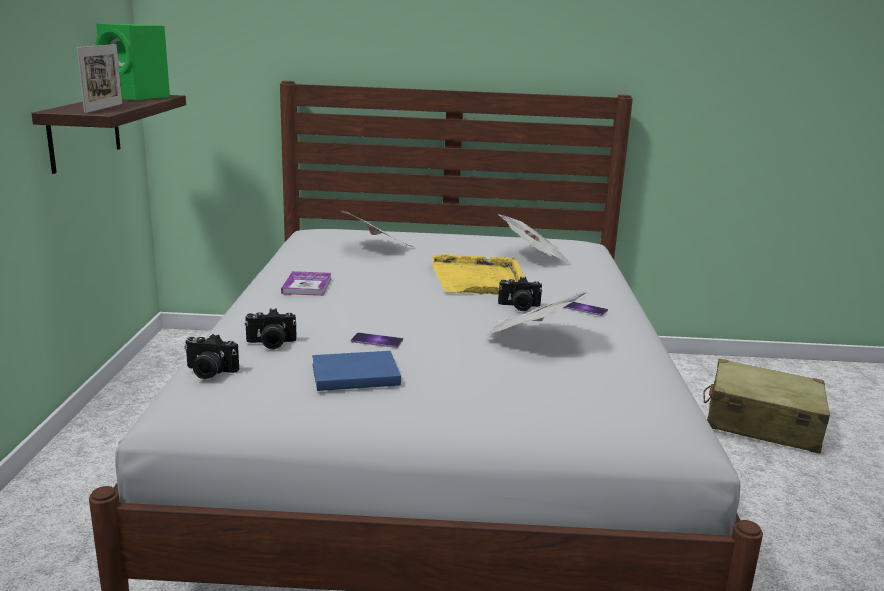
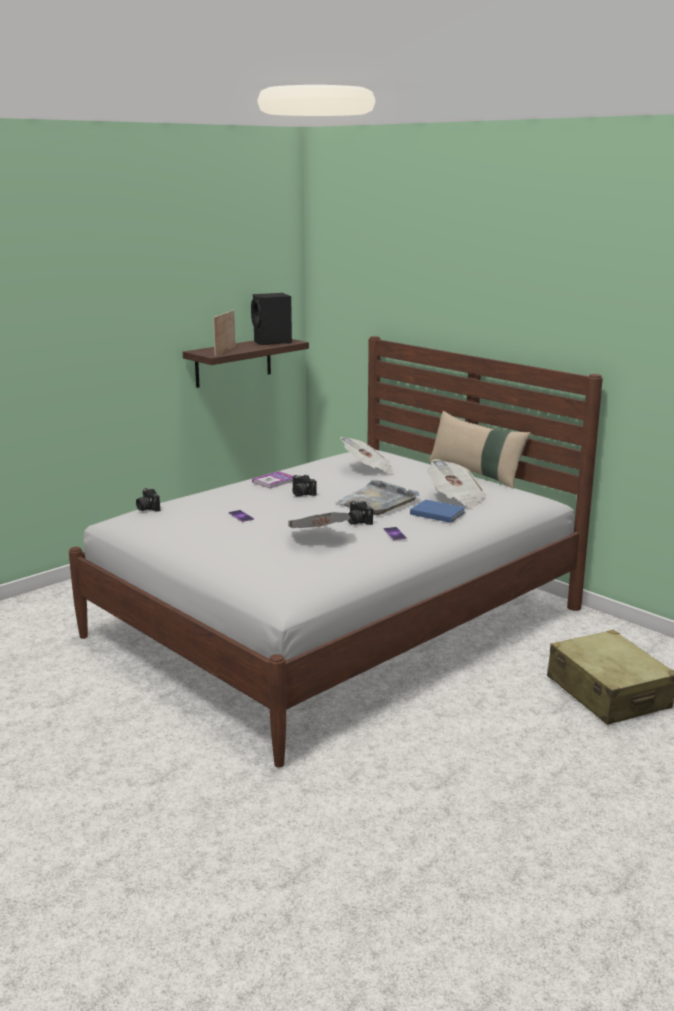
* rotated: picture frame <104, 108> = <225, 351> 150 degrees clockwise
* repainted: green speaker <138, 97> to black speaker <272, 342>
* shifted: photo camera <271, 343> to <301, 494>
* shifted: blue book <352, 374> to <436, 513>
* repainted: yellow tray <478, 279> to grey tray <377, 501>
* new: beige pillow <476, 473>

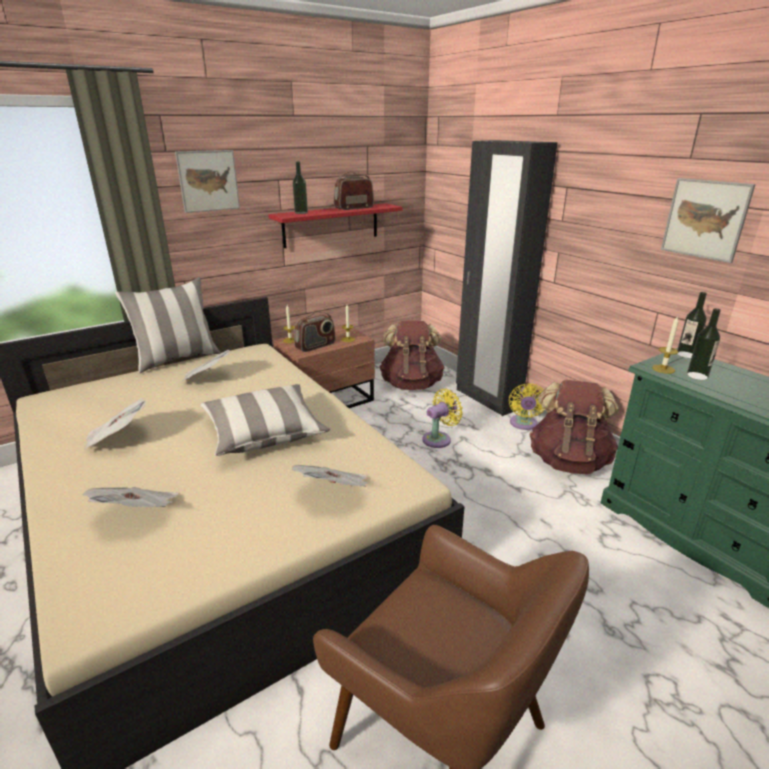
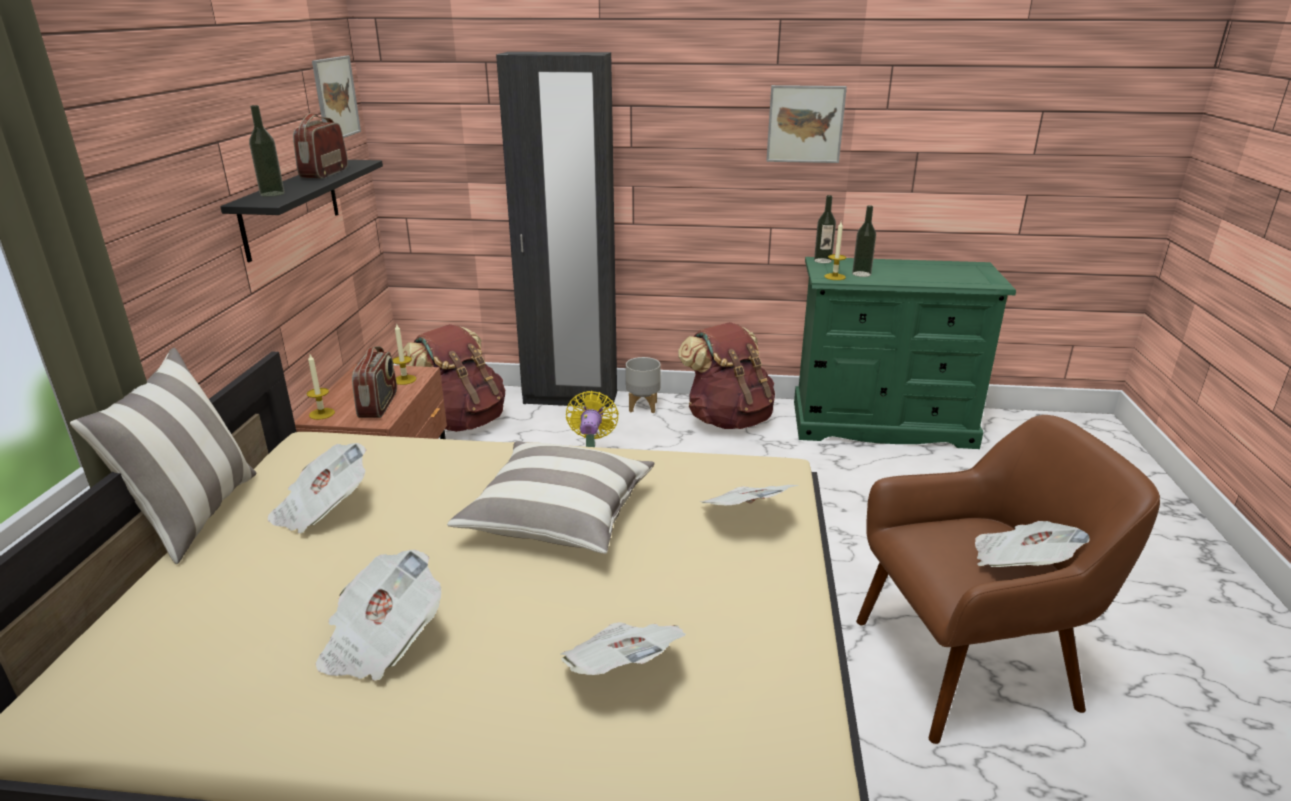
* shifted: picture <208, 181> to <336, 98>
* repainted: red shelf <331, 225> to black shelf <291, 208>
* swapped: yellow fan <523, 424> to grey planter <643, 406>
* new: newspaper <1023, 564>

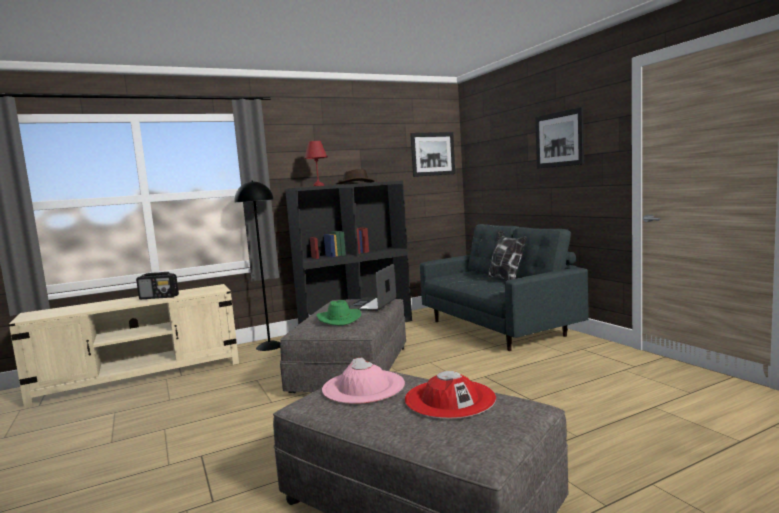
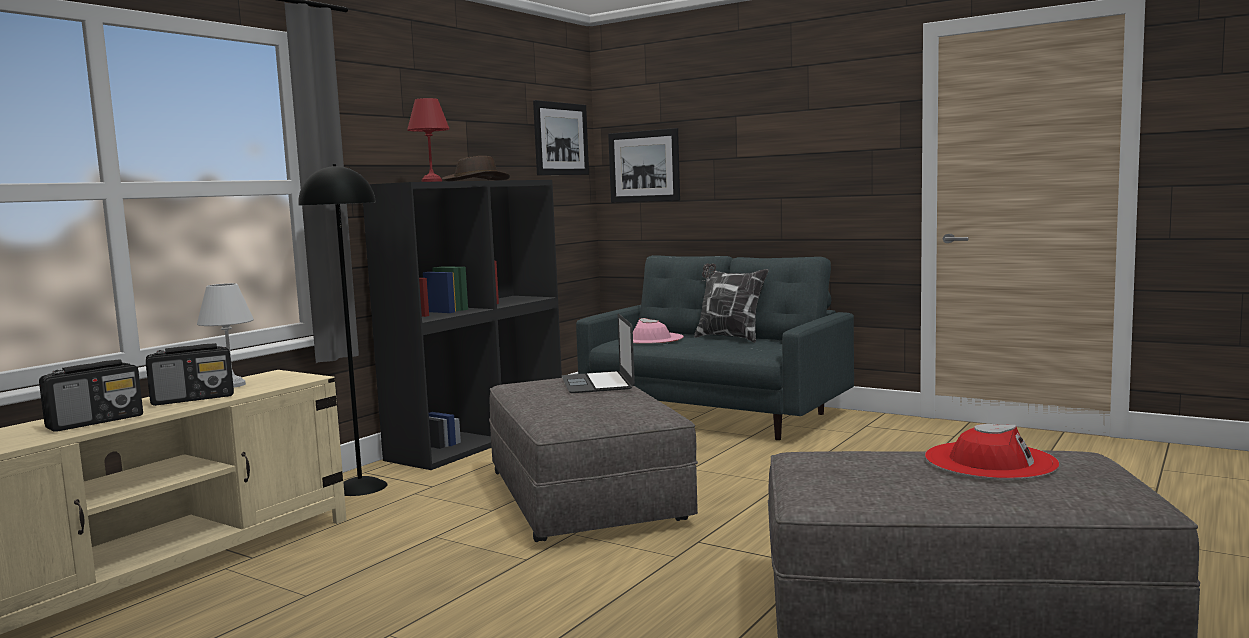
* gone: green hat <338, 319>
* shifted: pink hat <363, 387> to <651, 338>
* shifted: picture <559, 139> to <644, 166>
* new: radio <96, 422>
* new: white table lamp <233, 385>

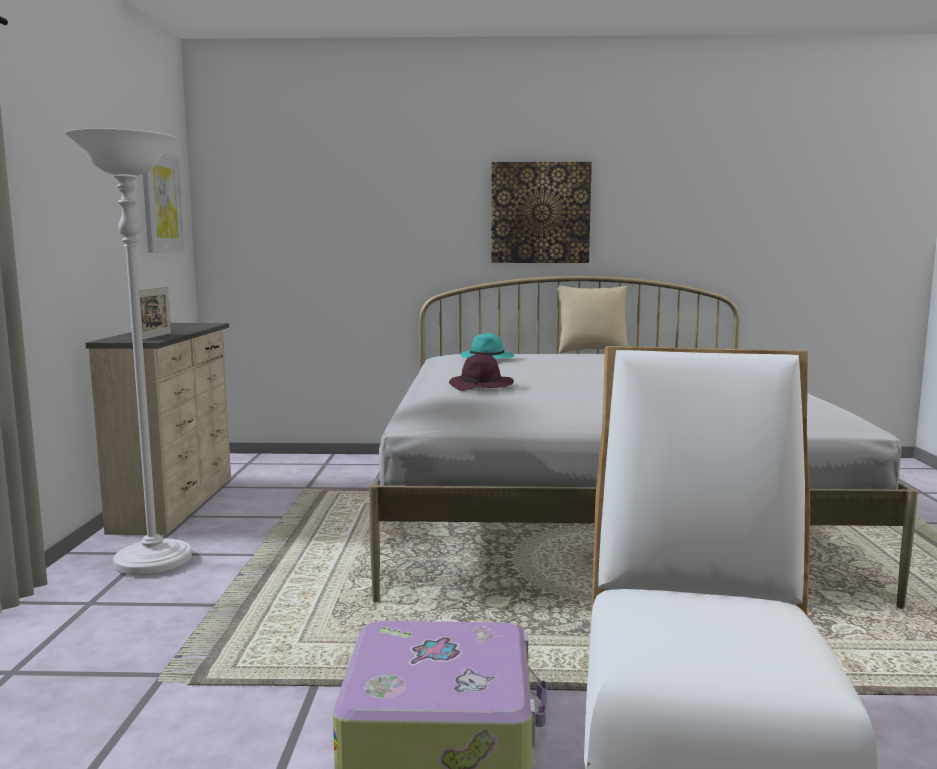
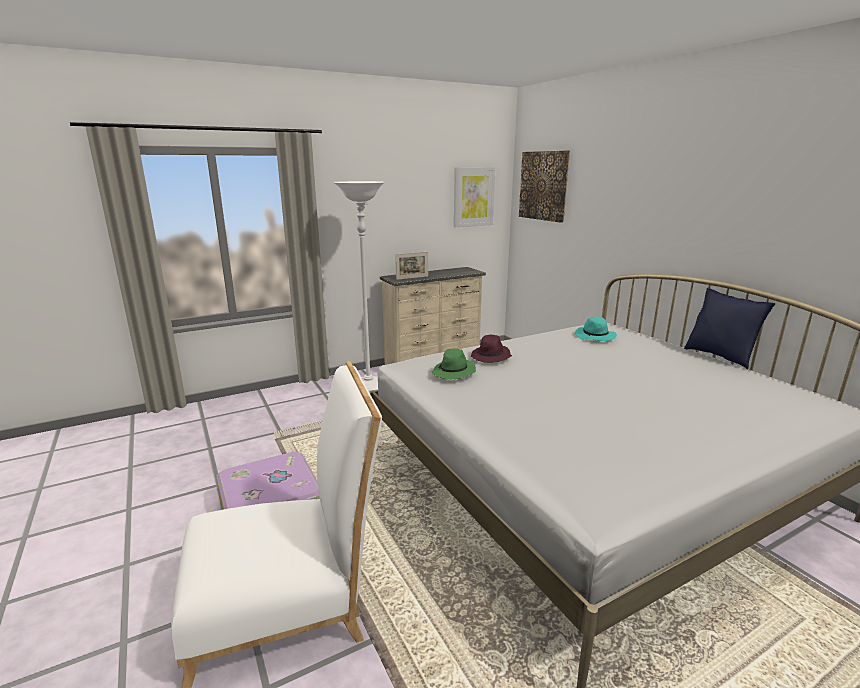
* shifted: picture <540, 213> to <543, 186>
* repainted: beige pillow <592, 352> to blue pillow <719, 356>
* new: green hat <454, 373>

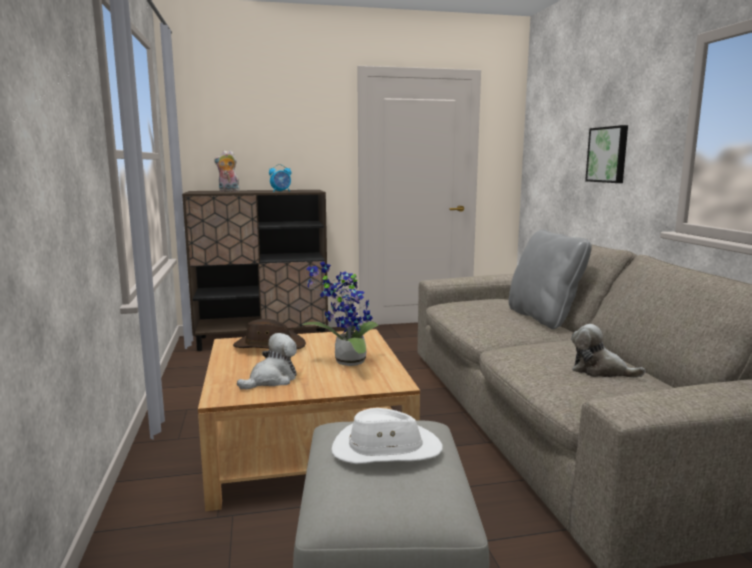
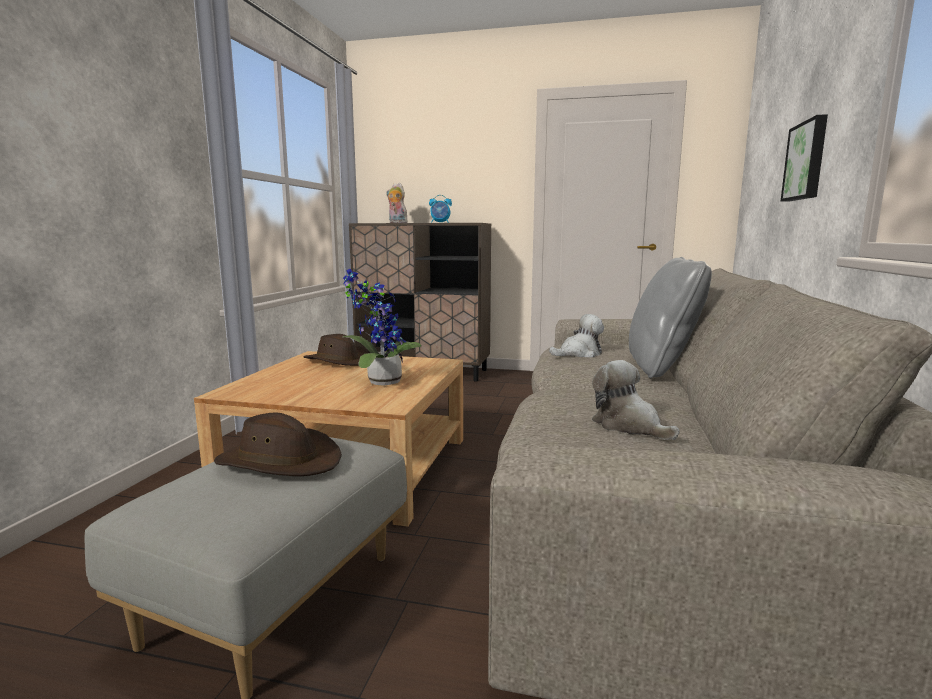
* shifted: plush toy <272, 380> to <579, 354>
* repainted: white hat <385, 449> to brown hat <280, 461>

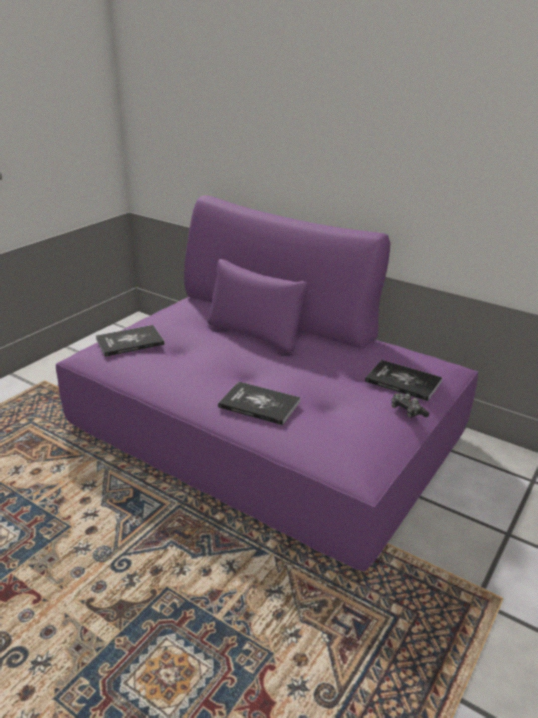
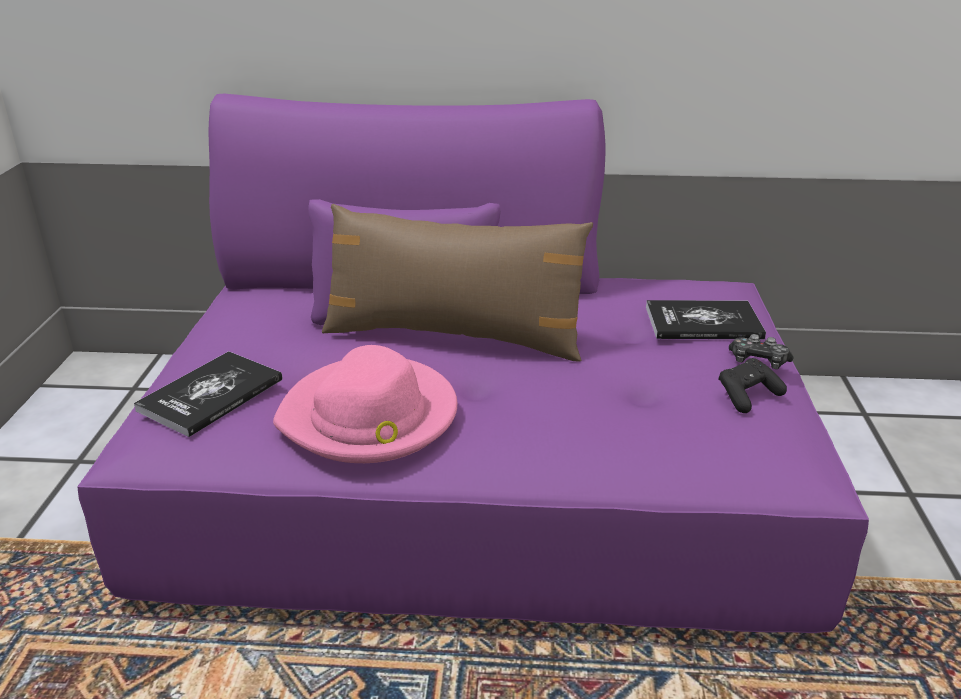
* gone: book <259, 404>
* new: pink hat <370, 417>
* new: brown pillow <453, 336>
* new: black game controller <747, 396>

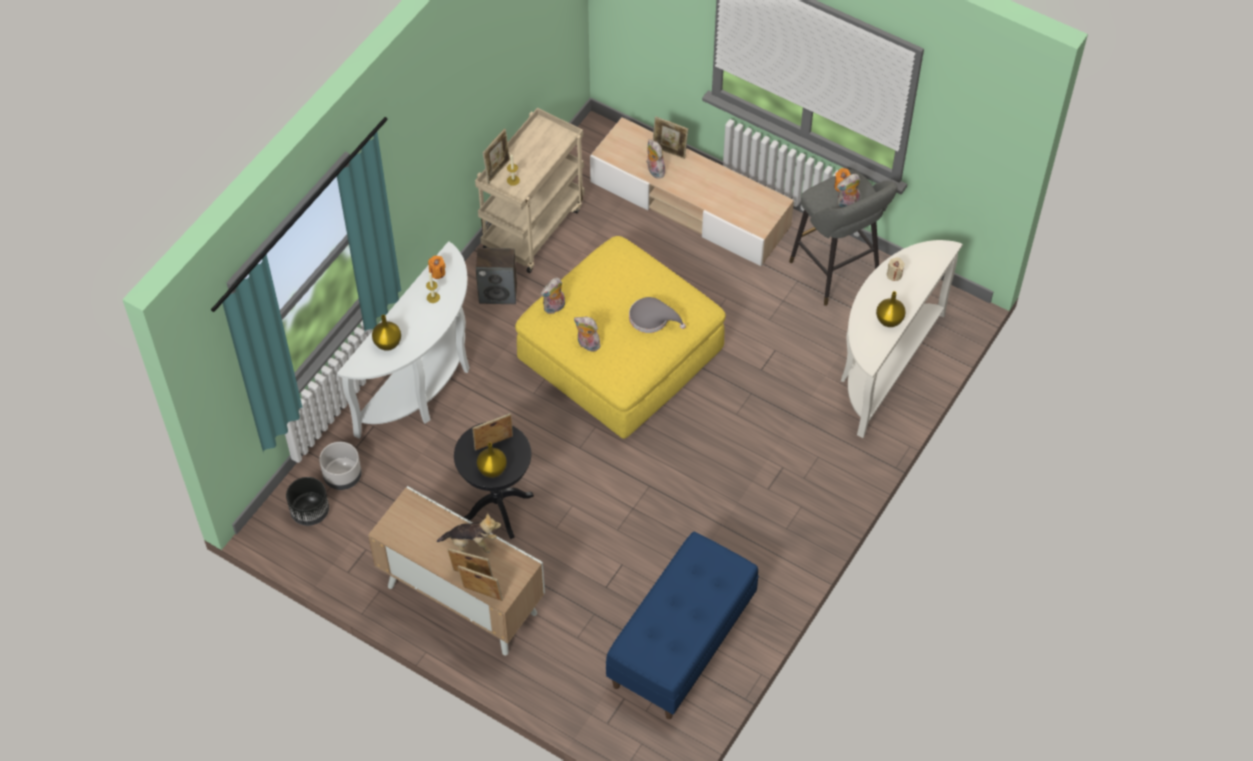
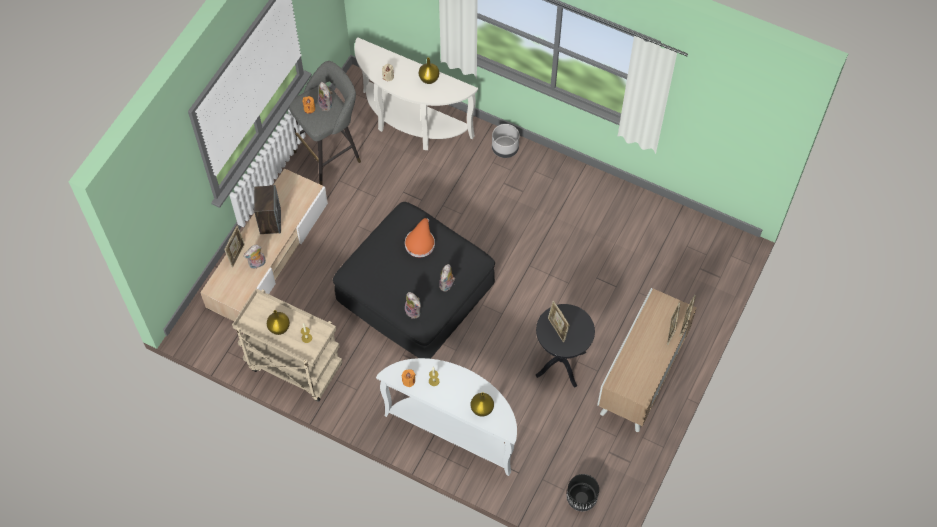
* shifted: grey planter <342, 476> to <505, 149>
* gone: plush toy <471, 543>
* shifted: speaker <498, 293> to <270, 221>
* shifted: yellow vase <492, 469> to <278, 328>
* gone: picture frame <497, 170>
* repainted: yellow ottoman <620, 355> to black ottoman <415, 293>
* gone: blue bench <682, 644>
* repainted: grey hat <652, 318> to orange hat <420, 242>

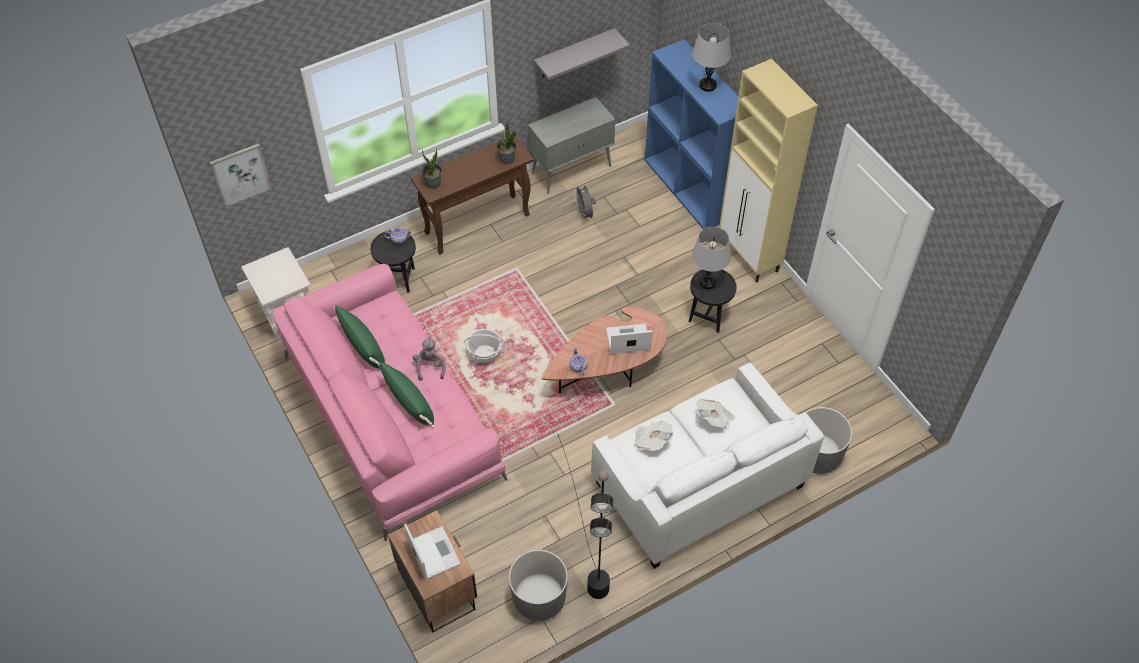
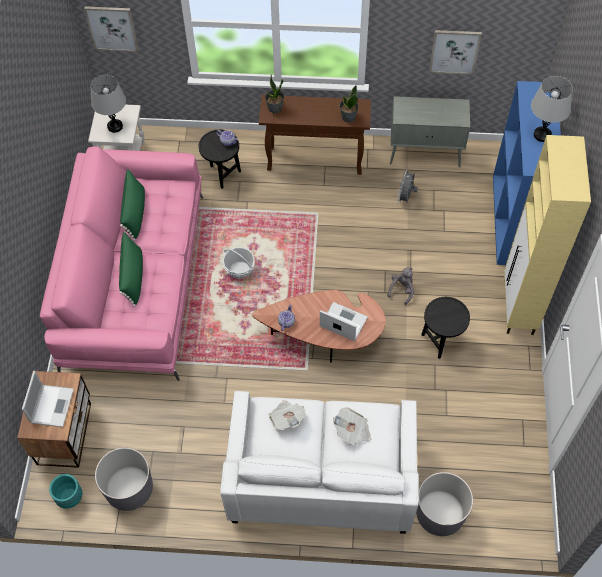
* shifted: grey plush toy <430, 366> to <402, 290>
* swapped: grey shelf <574, 53> to picture <454, 51>
* gone: black floor lamp <584, 534>
* shifted: grey table lamp <707, 282> to <115, 126>
* new: turquoise planter <69, 497>

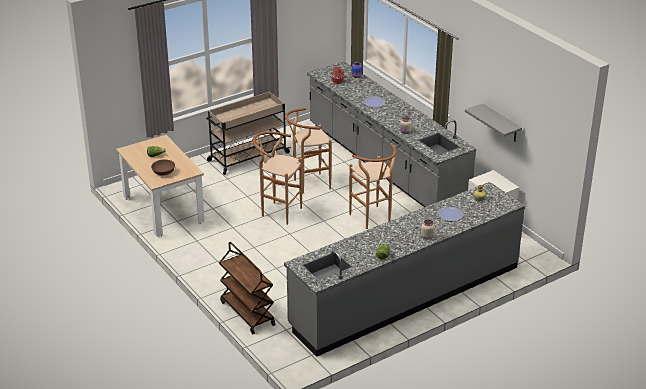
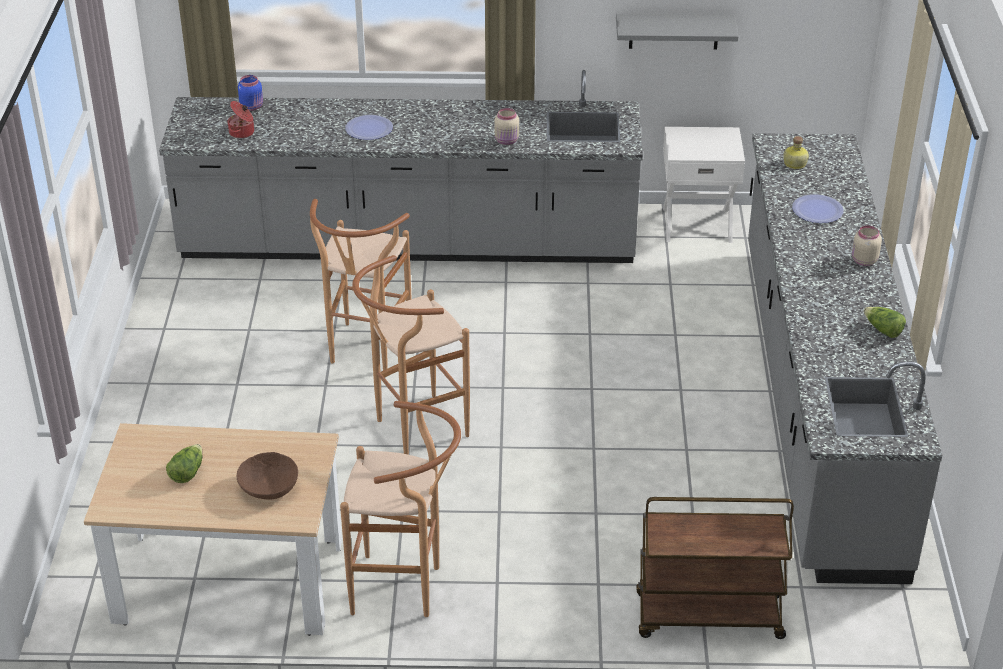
* gone: beige cart <247, 157>
* shifted: brown stool <372, 219> to <405, 589>

